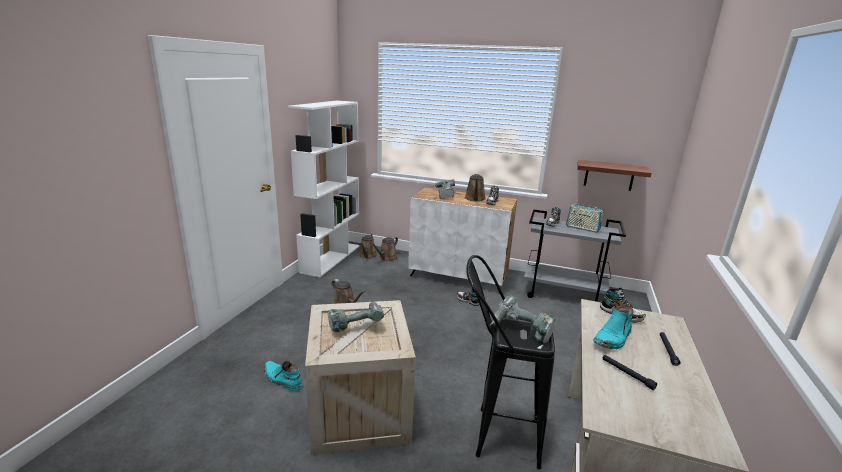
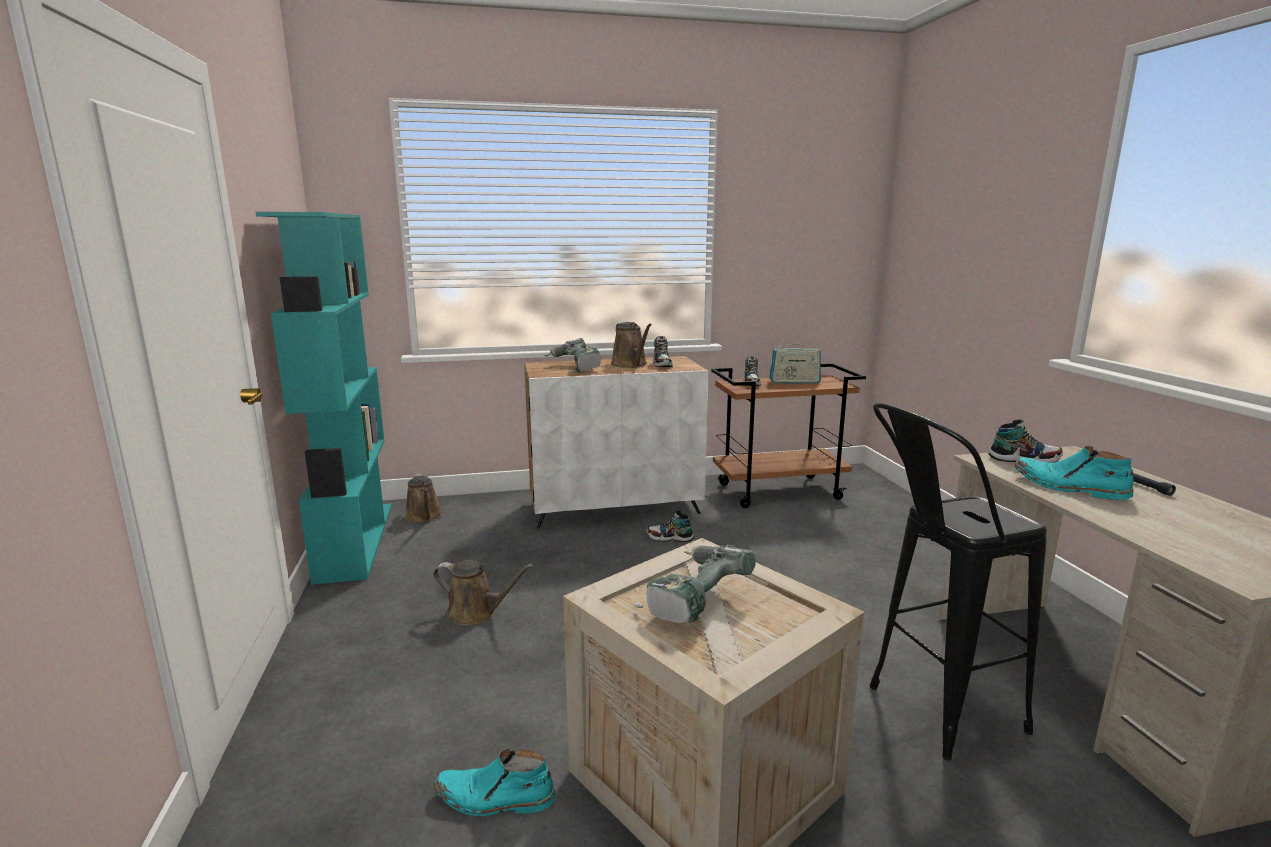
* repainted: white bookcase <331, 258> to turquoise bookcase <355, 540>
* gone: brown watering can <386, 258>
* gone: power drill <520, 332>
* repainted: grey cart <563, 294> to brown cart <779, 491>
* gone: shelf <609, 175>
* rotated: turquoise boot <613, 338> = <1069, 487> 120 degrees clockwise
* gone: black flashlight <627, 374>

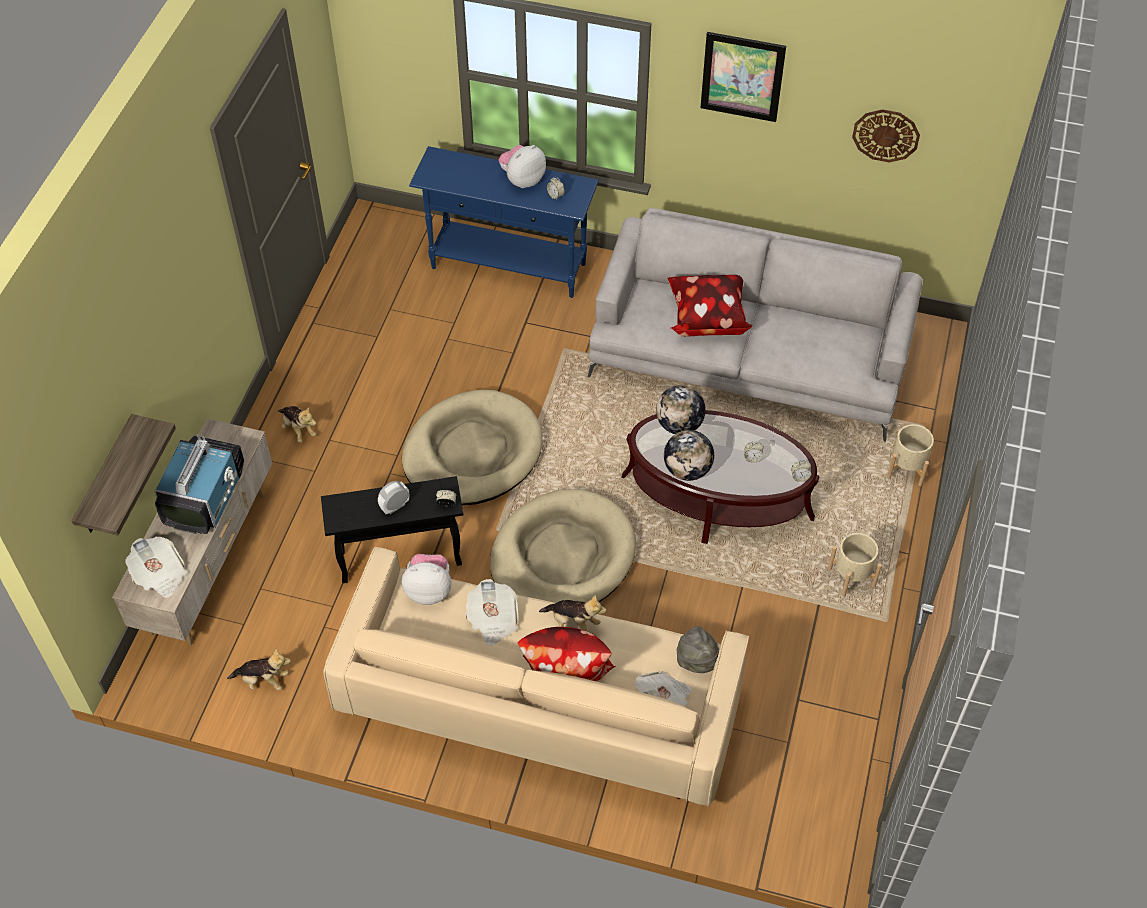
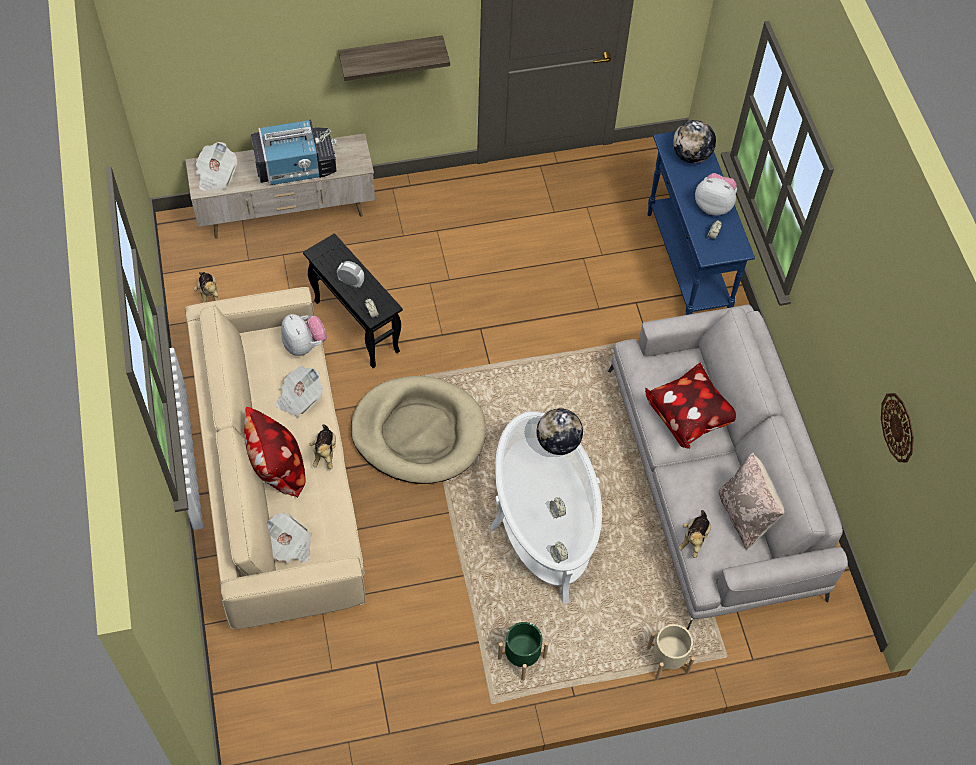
* shifted: shelf <107, 478> to <391, 54>
* shifted: plush toy <298, 429> to <694, 539>
* gone: beige dog bed <472, 453>
* repainted: brown coffee table <716, 497> to white coffee table <544, 518>
* shifted: globe <687, 470> to <691, 155>
* gone: grey hat <697, 661>
* gone: picture <742, 76>
* repainted: beige planter <851, 577> to green planter <521, 657>
* new: beige pillow <745, 515>

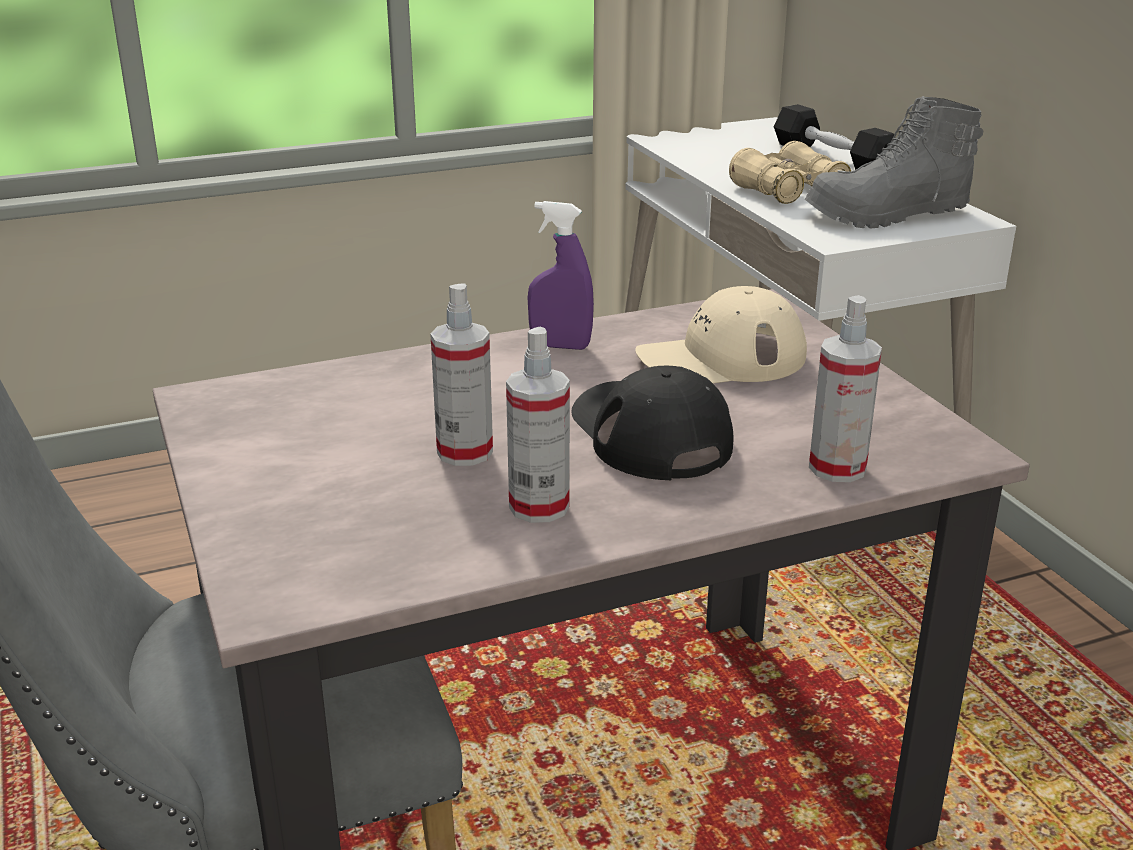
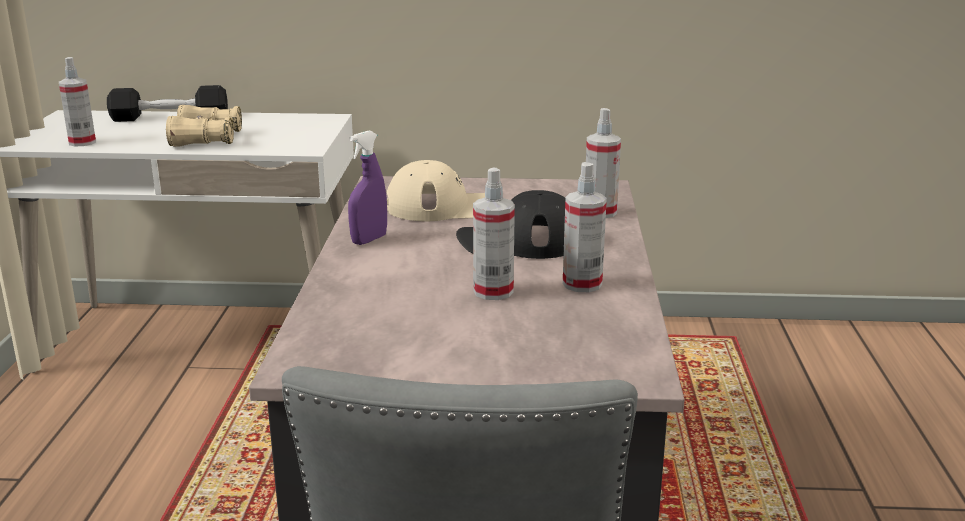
* rotated: beige cap <720, 359> = <443, 207> 105 degrees counterclockwise
* gone: grey boot <887, 216>
* new: spray bottle <82, 142>

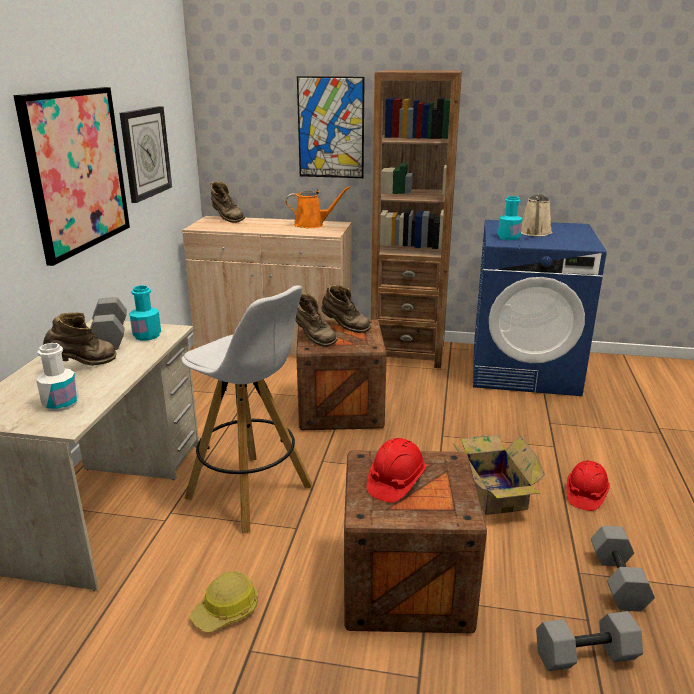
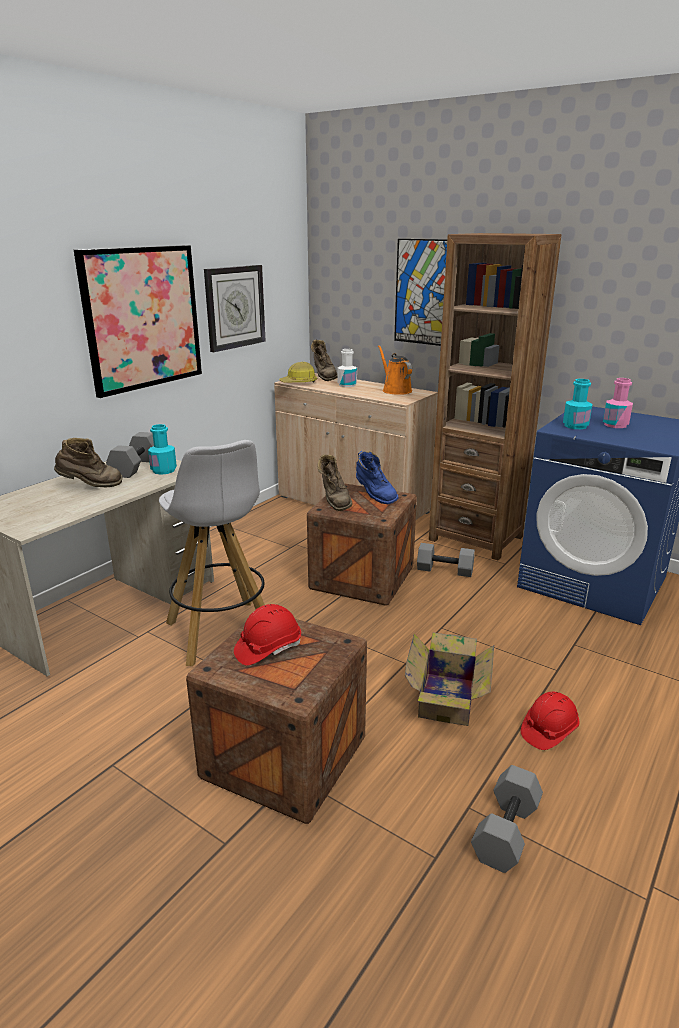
* shifted: white bottle <61, 404> to <347, 385>
* shifted: hard hat <227, 611> to <299, 383>
* rotated: orange watering can <312, 224> = <395, 390> 135 degrees counterclockwise
* repainted: brown boot <344, 328> to blue boot <374, 496>
* swapped: beige watering can <535, 233> to pink bottle <615, 425>
* shifted: grey dumbbell <585, 657> to <444, 570>

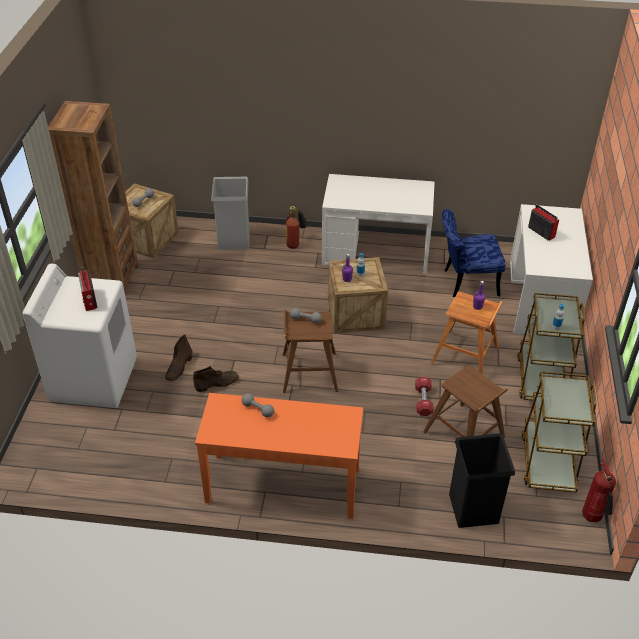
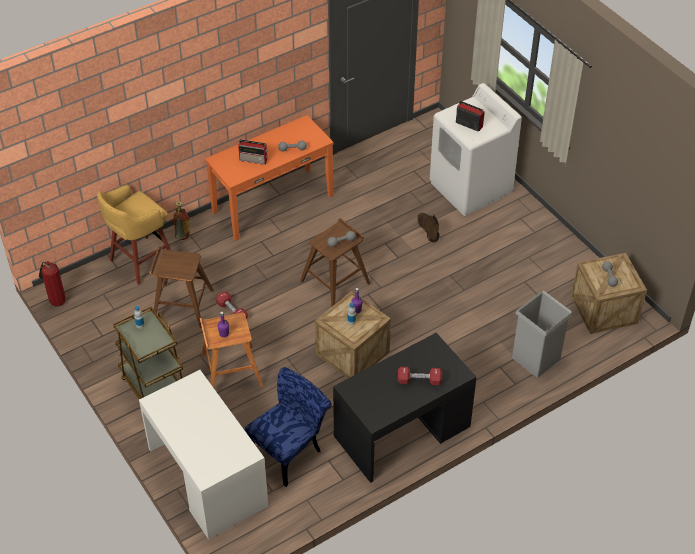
* gone: brown bookcase <111, 279>
* gone: brown boot <217, 383>
* shifted: fire extinguisher <296, 242> to <182, 240>
* repainted: white desk <375, 251> to black desk <402, 431>
* swapped: black trash can <473, 508> to yellow stool <140, 261>
* gone: brown cart <548, 461>
* shifted: radio <541, 231> to <254, 160>
* new: red dumbbell <419, 380>

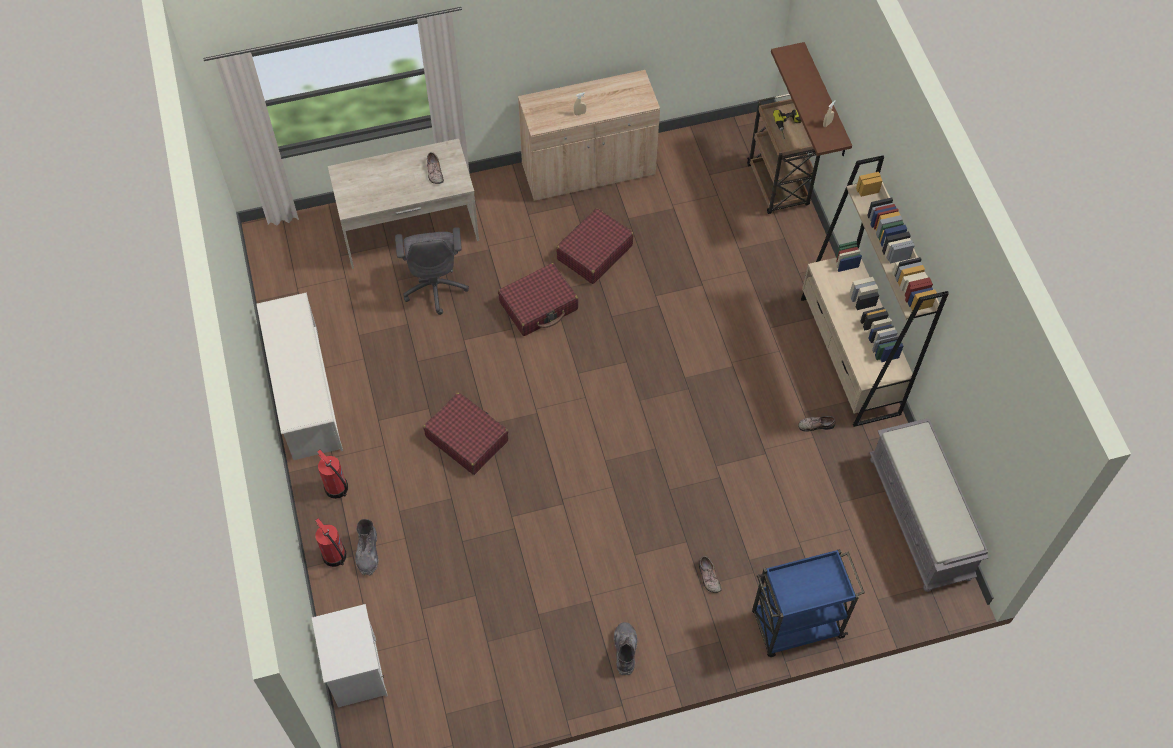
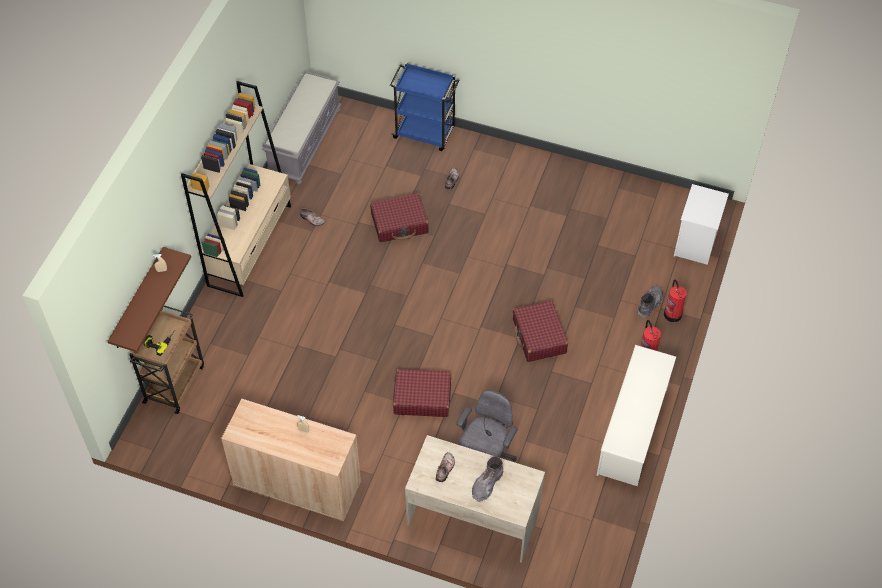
* shifted: red suitcase <594, 252> to <399, 223>
* shifted: grey boot <625, 650> to <487, 484>

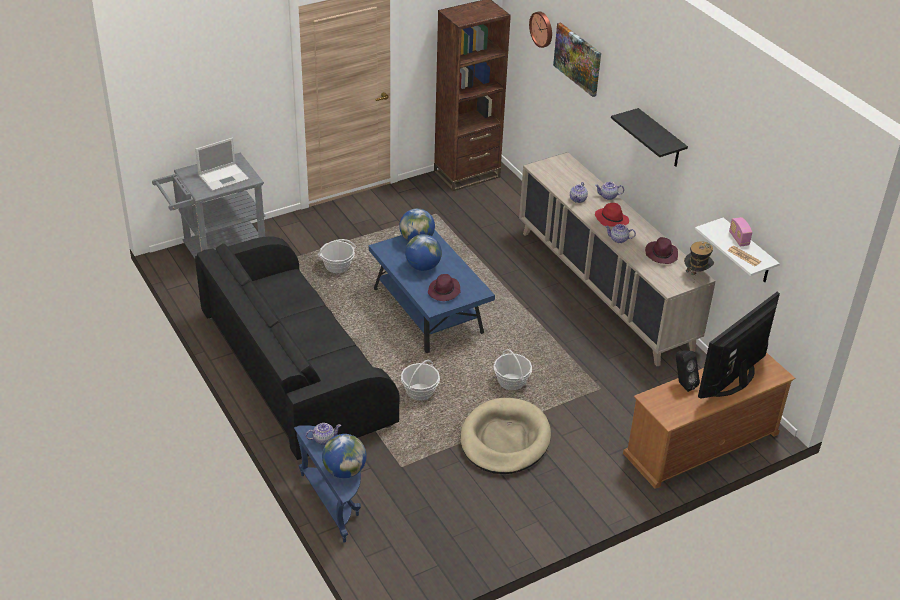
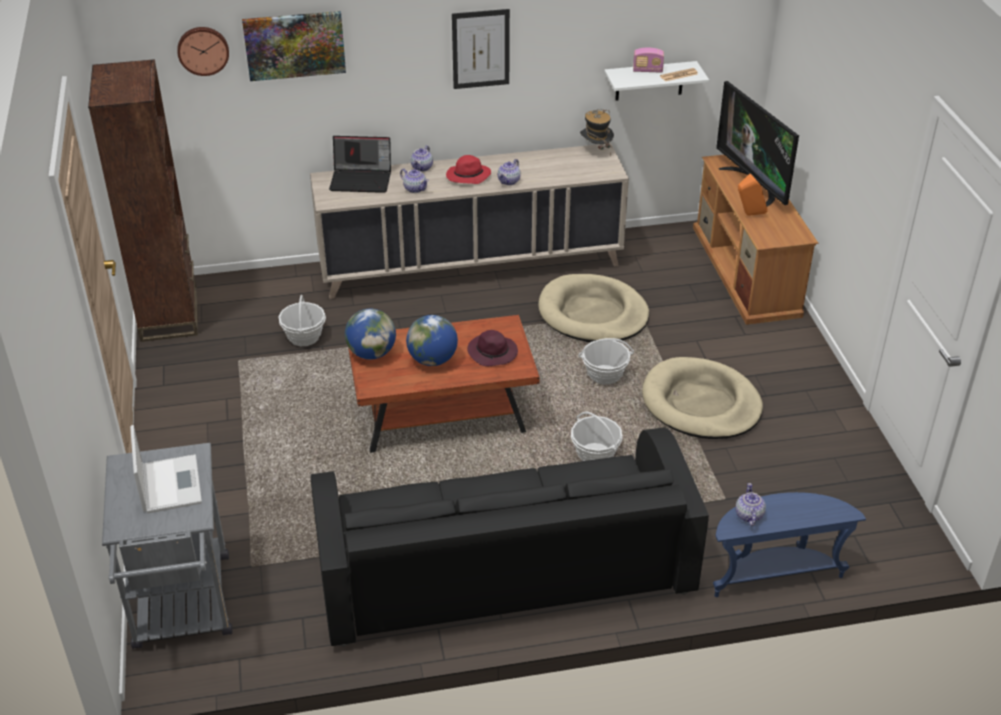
* shifted: basket <337, 267> to <304, 337>
* gone: globe <344, 471>
* repainted: blue coffee table <428, 311> to brown coffee table <442, 413>
* swapped: black shelf <660, 139> to picture <480, 49>
* gone: purple hat <661, 254>
* repainted: black speaker <683, 384> to orange speaker <749, 215>
* new: laptop <362, 180>
* new: beige dog bed <593, 314>

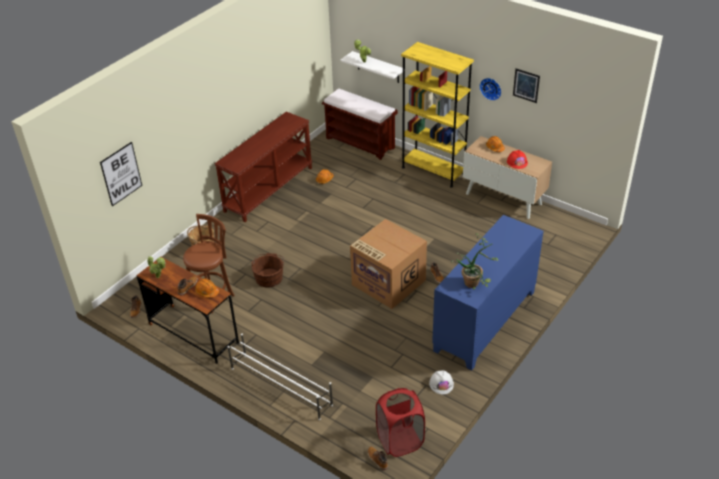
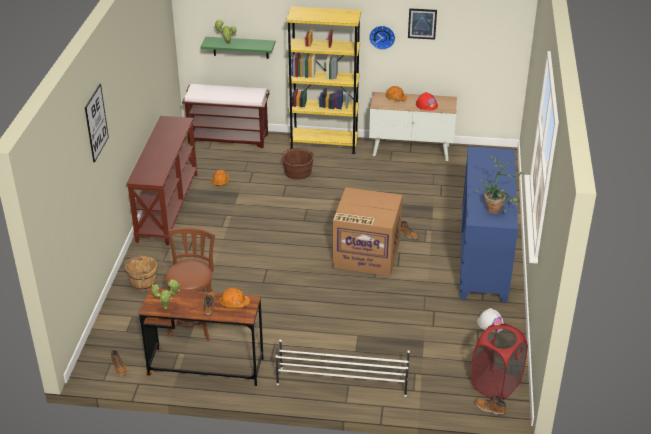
* shifted: picture <121, 174> to <96, 122>
* shifted: brown bucket <269, 276> to <297, 171>
* repainted: white shelf <378, 67> to green shelf <240, 47>

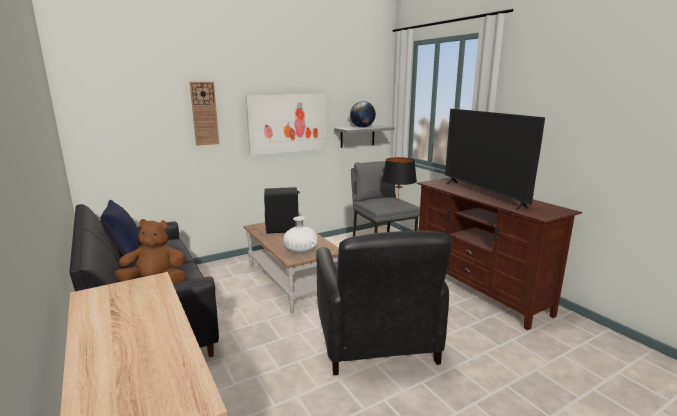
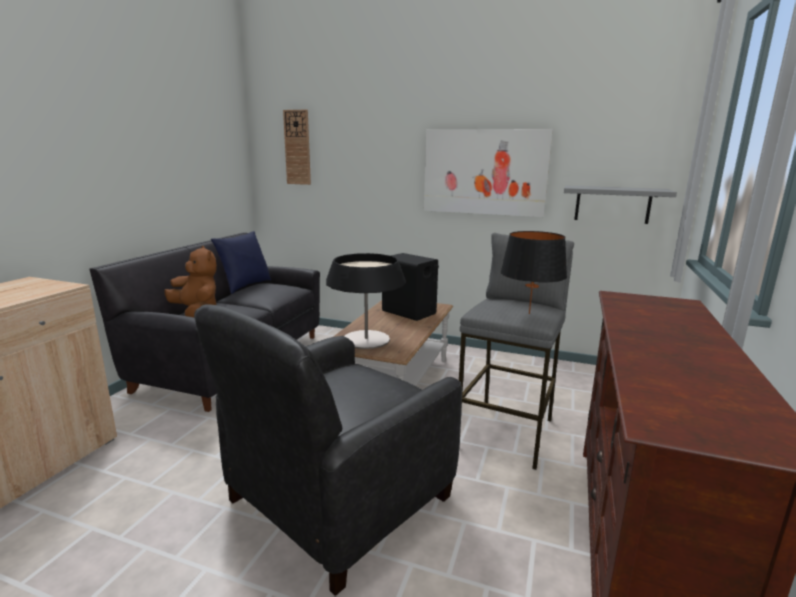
* shifted: wall clock <204, 113> to <297, 147>
* swapped: white vase <300, 251> to table lamp <366, 339>
* gone: globe <362, 127>
* gone: television <483, 194>

